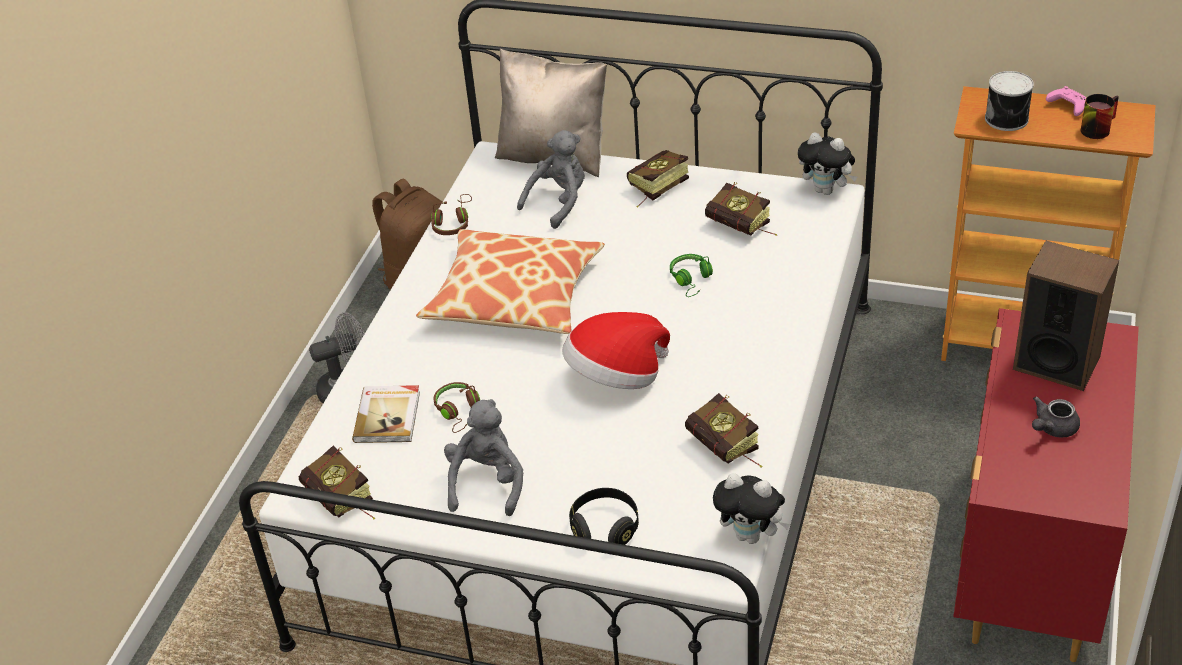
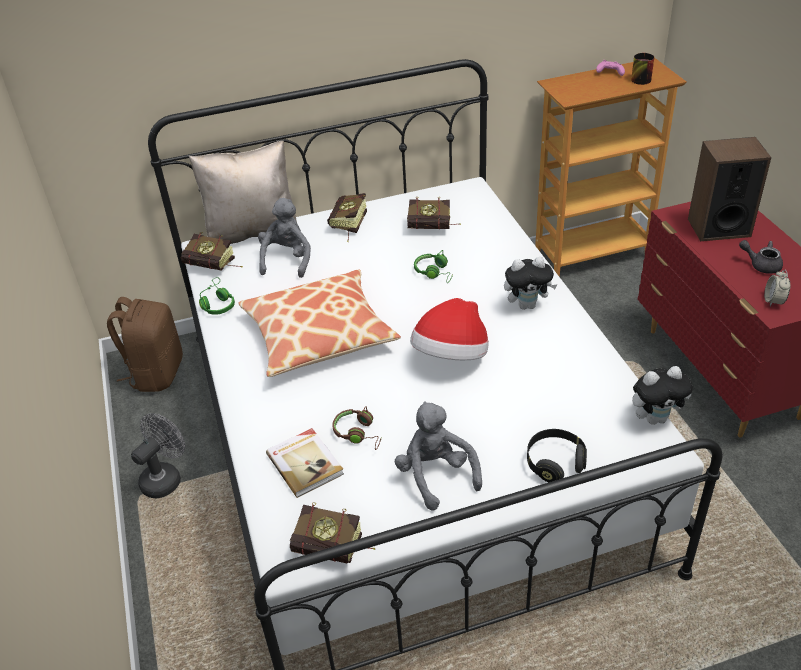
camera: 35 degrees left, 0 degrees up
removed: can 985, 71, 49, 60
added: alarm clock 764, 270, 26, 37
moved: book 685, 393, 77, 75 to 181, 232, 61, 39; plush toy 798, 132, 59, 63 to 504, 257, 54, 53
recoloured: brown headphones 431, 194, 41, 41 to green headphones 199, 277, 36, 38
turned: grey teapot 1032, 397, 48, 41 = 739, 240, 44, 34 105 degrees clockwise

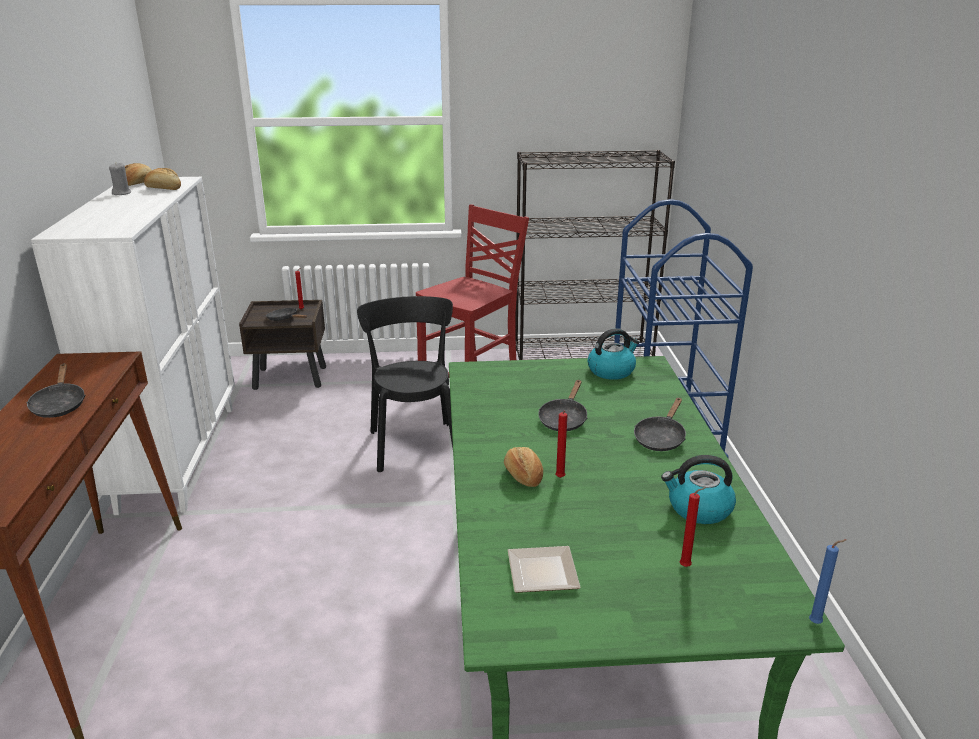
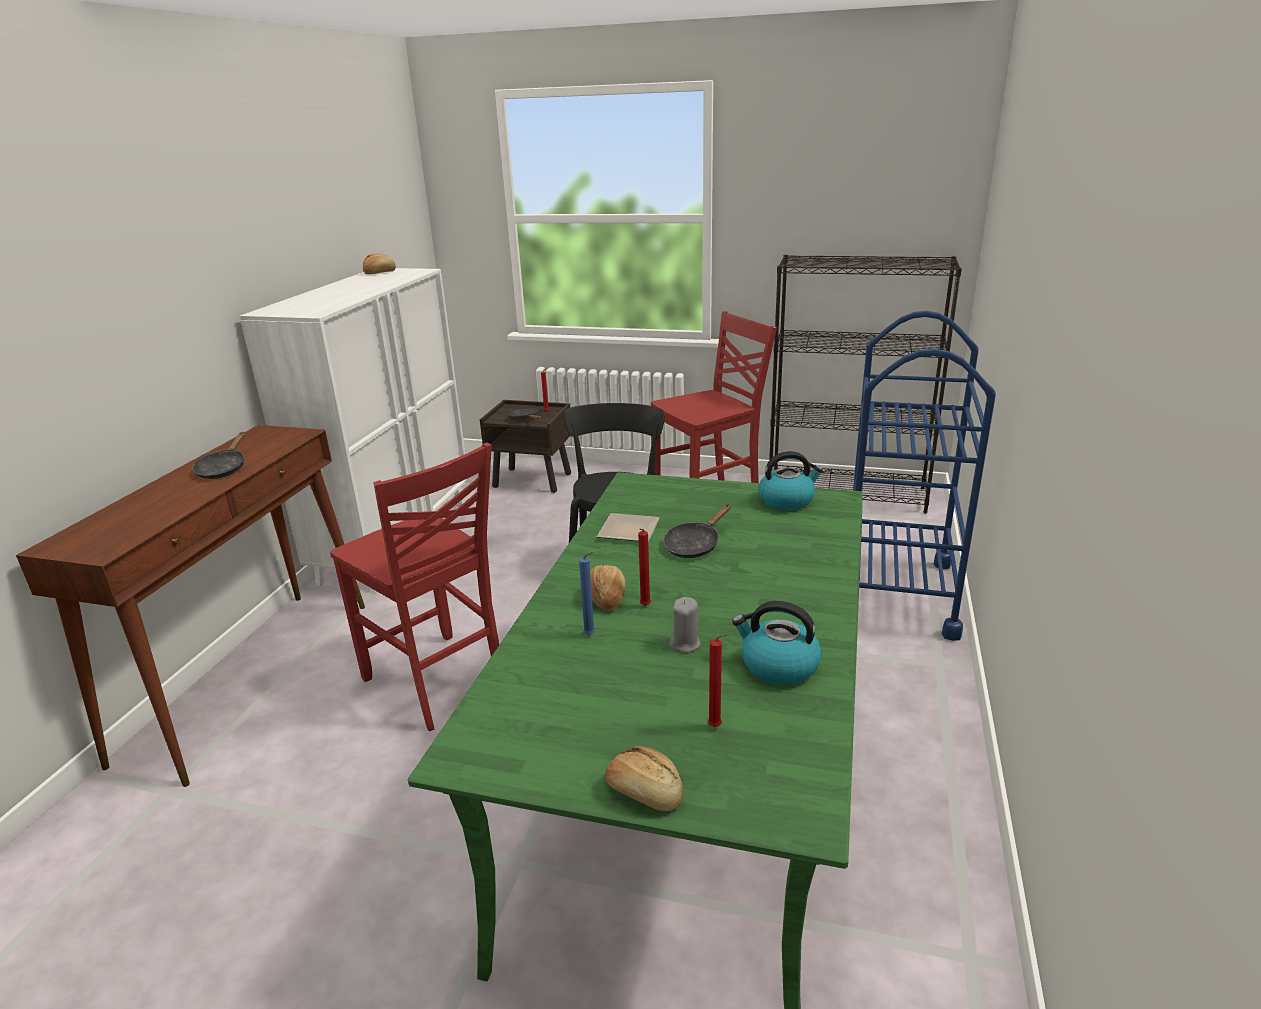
camera: 20 degrees right, 0 degrees up
removed: black frying pan 634, 397, 52, 54
added: red chair 330, 442, 169, 289
moved: grey candle 109, 163, 22, 32 to 669, 597, 32, 56; bread 144, 168, 37, 22 to 605, 746, 78, 65; plate 508, 546, 73, 47 to 597, 513, 63, 29; blue candle 809, 539, 38, 85 to 579, 552, 16, 83

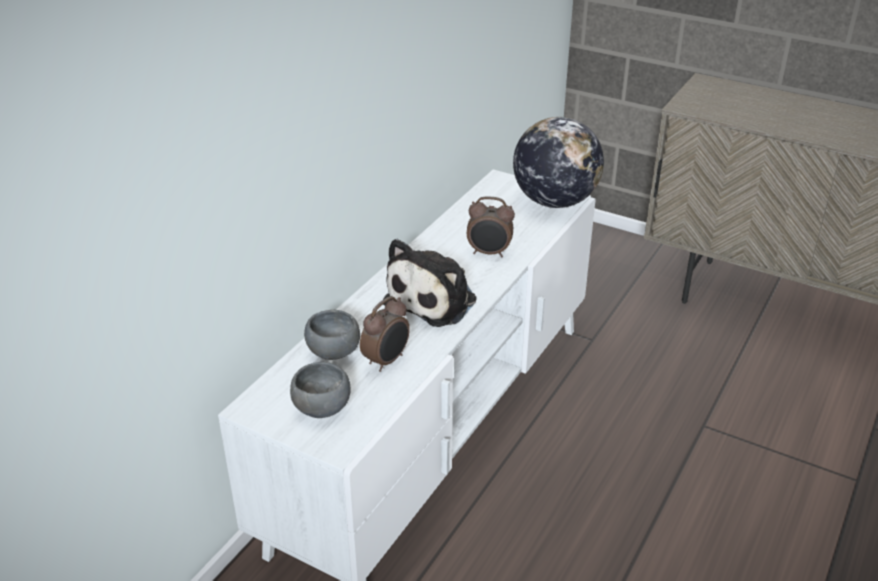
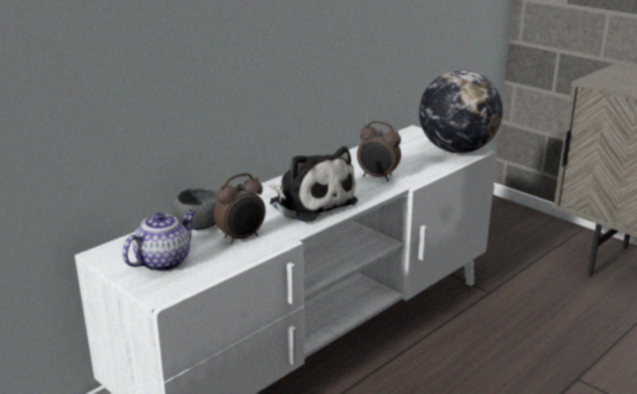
camera: 15 degrees right, 10 degrees down
replaced: grey bowl 290, 362, 61, 56 to teapot 122, 210, 74, 62
turned: plush toy 383, 239, 94, 88 = 269, 147, 89, 75 90 degrees counterclockwise

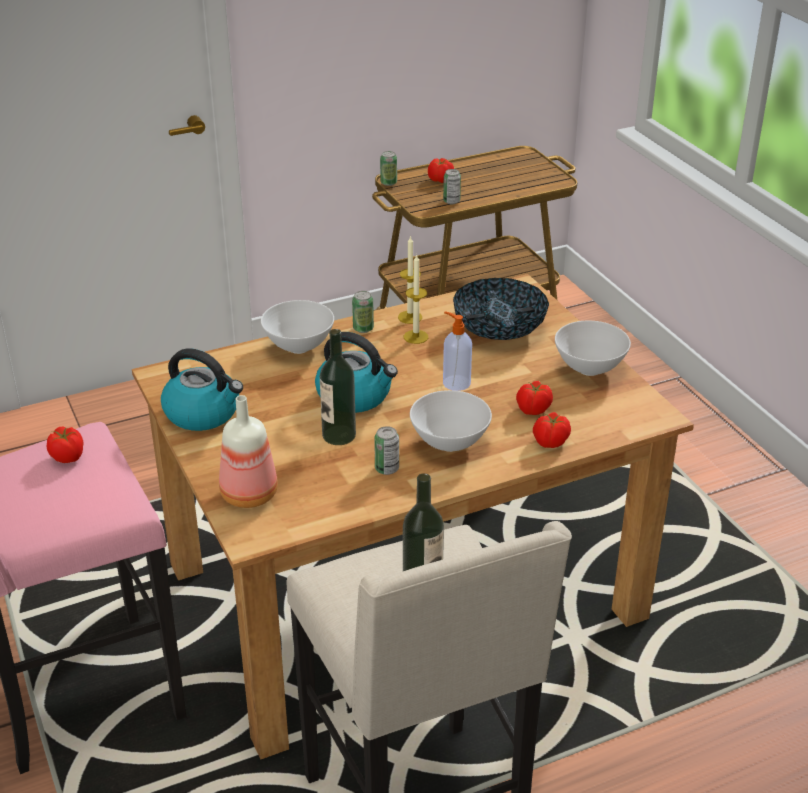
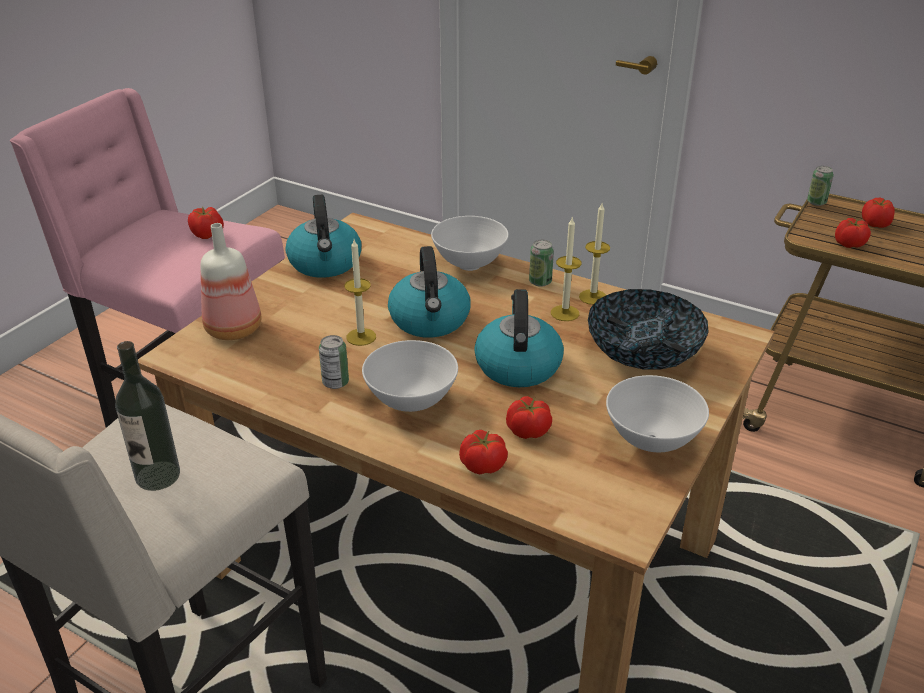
camera: 55 degrees right, 0 degrees up
replaced: bottle 320, 329, 36, 116 to candle 344, 239, 32, 107; can 443, 169, 18, 35 to tomato 835, 218, 36, 30; soap dispenser 443, 311, 29, 80 to kettle 474, 289, 90, 98

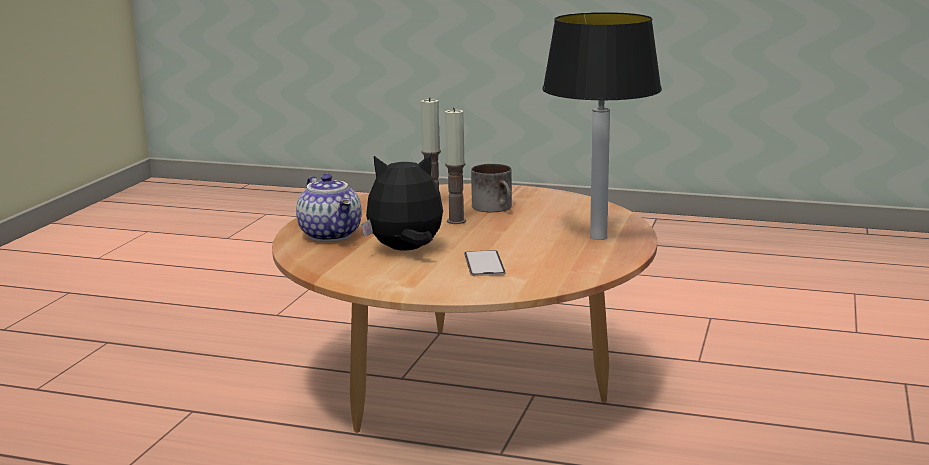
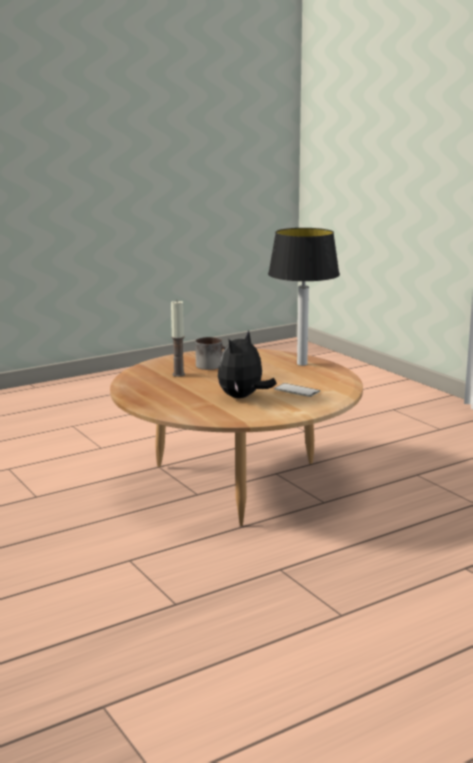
camera: 50 degrees left, 0 degrees up
removed: teapot 296, 174, 66, 68; candle 445, 108, 21, 116

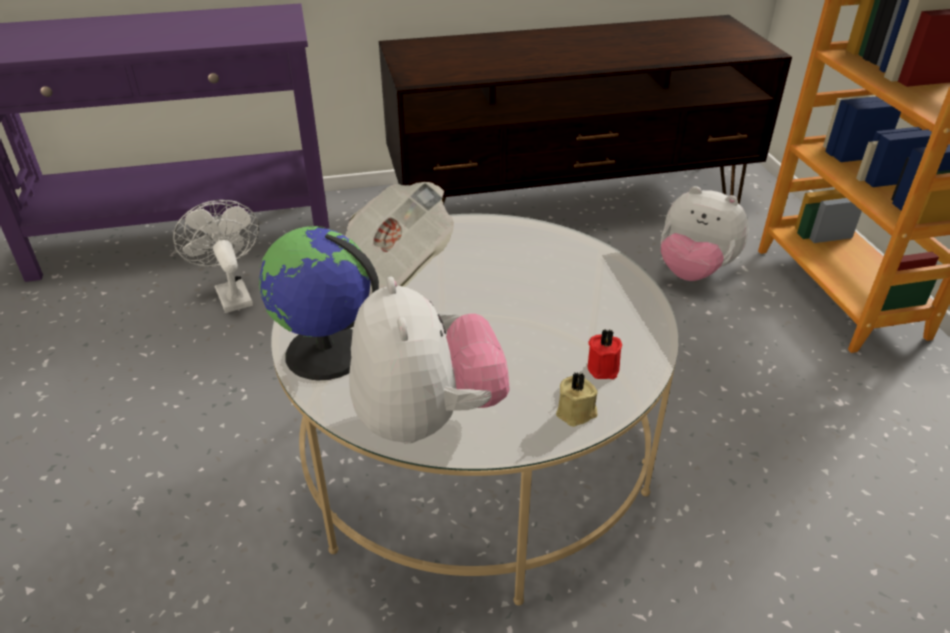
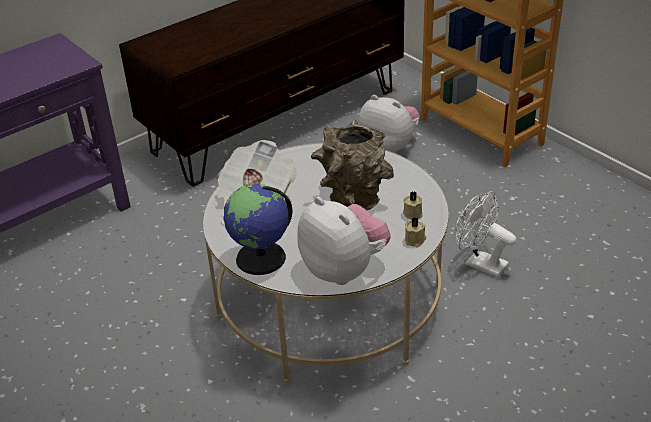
camera: 25 degrees left, 0 degrees up
added: brown vase 311, 119, 83, 91
moved: white fan 173, 200, 86, 113 to 455, 191, 62, 87
recoloured: red candle 588, 328, 34, 51 to beige candle 403, 191, 20, 29
turned: plush toy 661, 186, 88, 95 = 359, 95, 61, 58 150 degrees counterclockwise

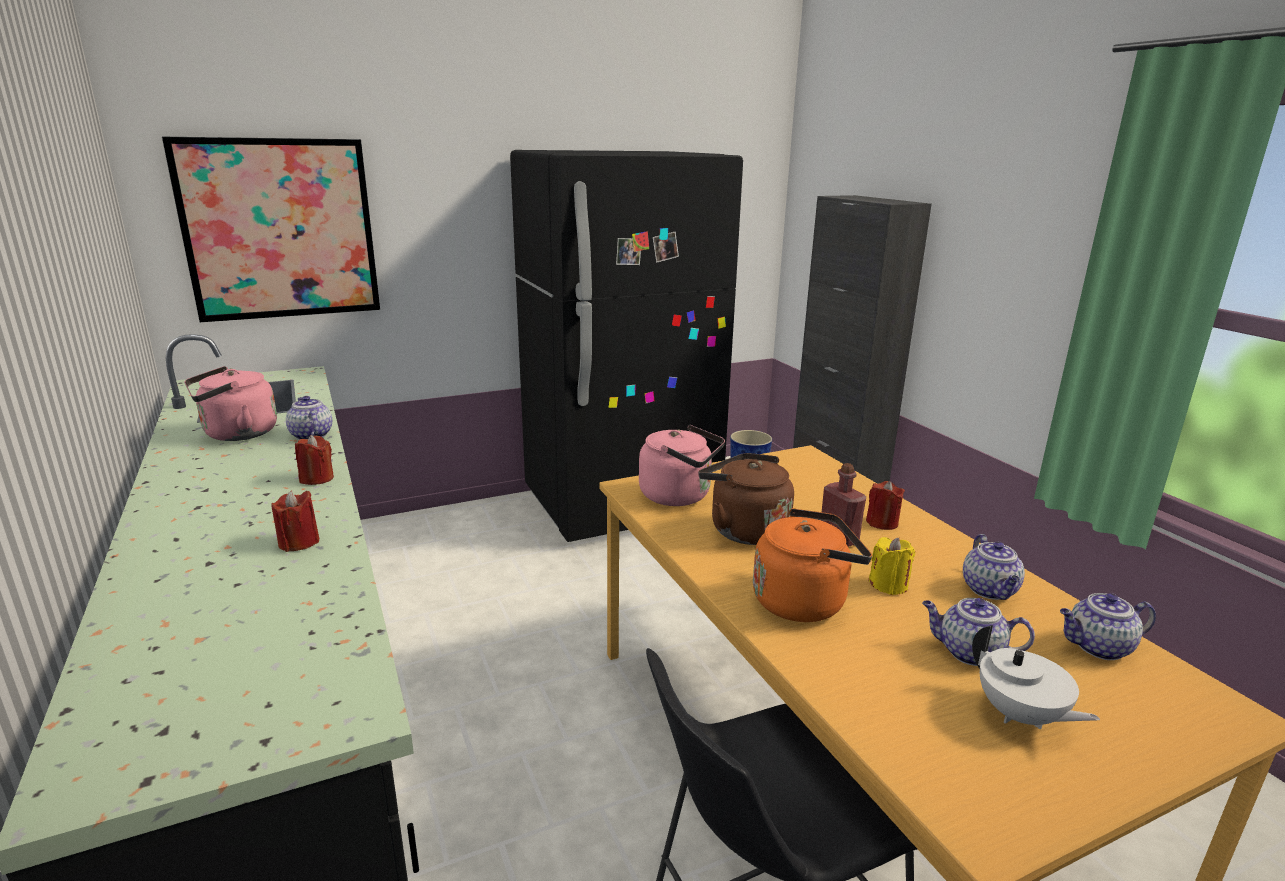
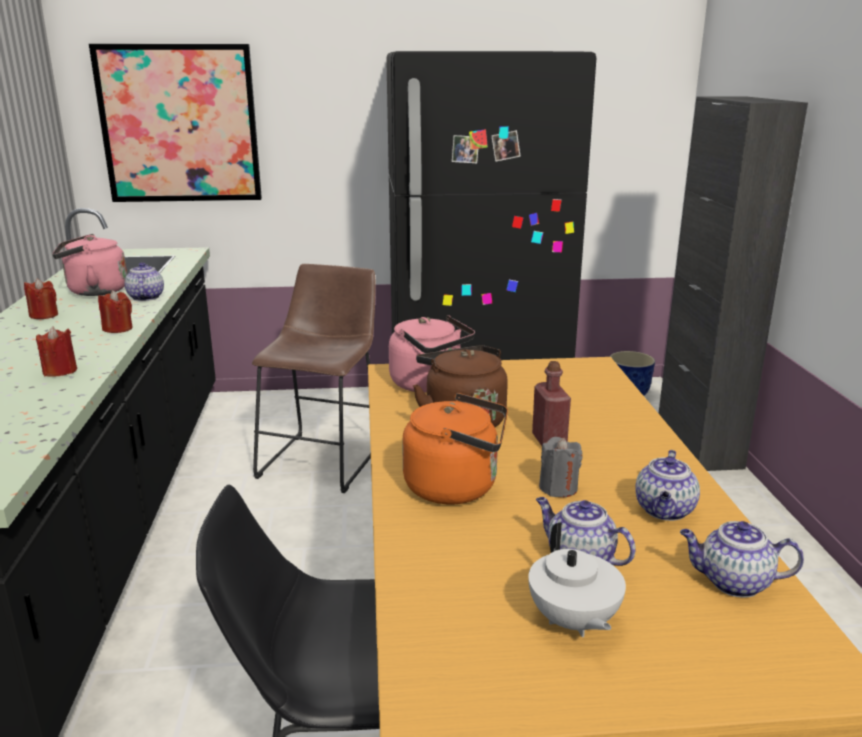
camera: 20 degrees right, 0 degrees up
added: brown stool 252, 264, 124, 229
moved: red candle 866, 481, 39, 49 to 24, 279, 34, 40
recoloured: yellow candle 869, 537, 46, 58 to grey candle 539, 437, 43, 60

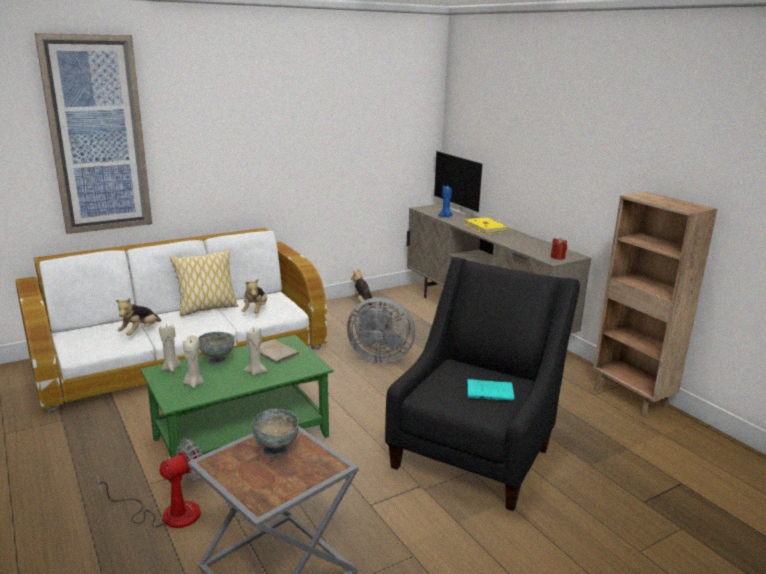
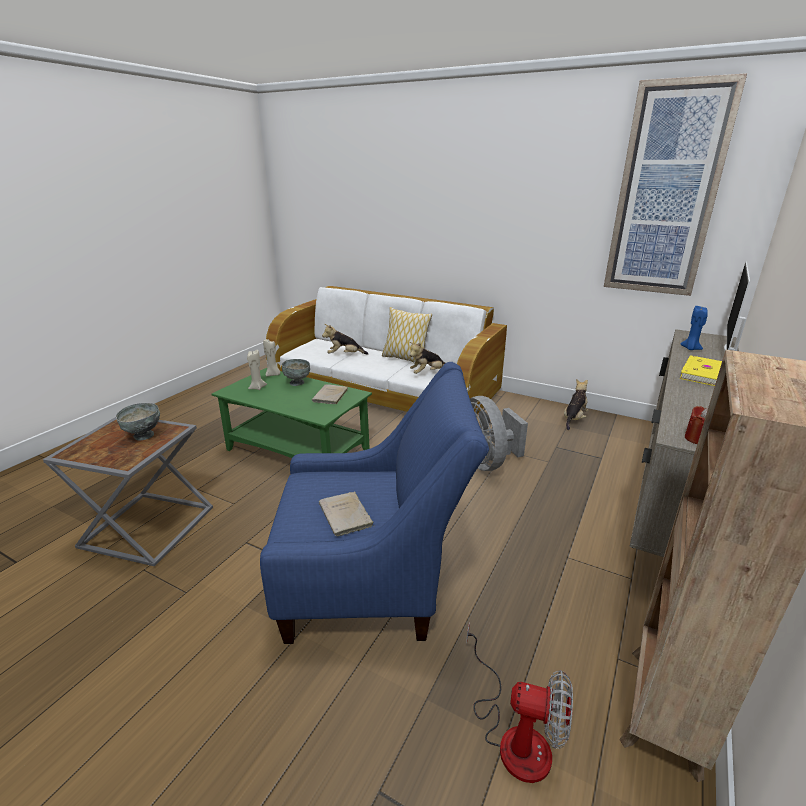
camera: 60 degrees right, 5 degrees up
removed: beige candle 244, 327, 23, 49
moved: picture 35, 33, 117, 201 to 604, 73, 143, 223; fan 96, 438, 106, 90 to 466, 622, 107, 161
recoloured: black armchair 385, 257, 195, 254 to blue armchair 260, 362, 229, 282; turquoise book 467, 379, 47, 22 to beige book 319, 492, 55, 44

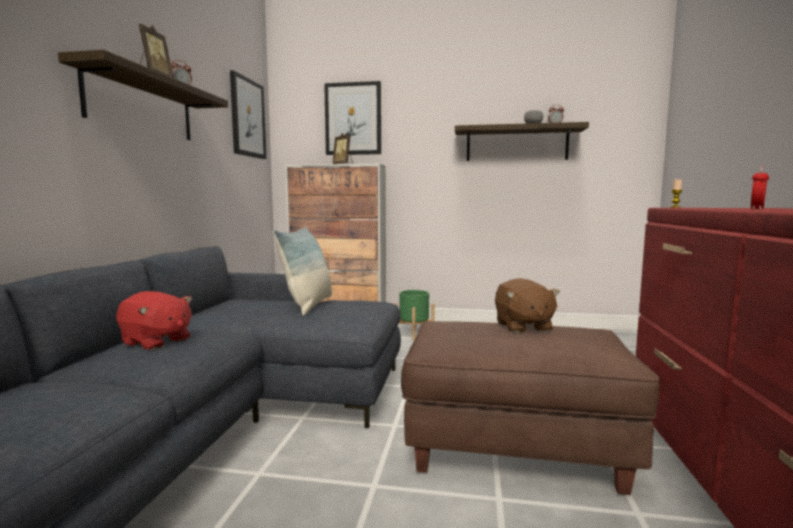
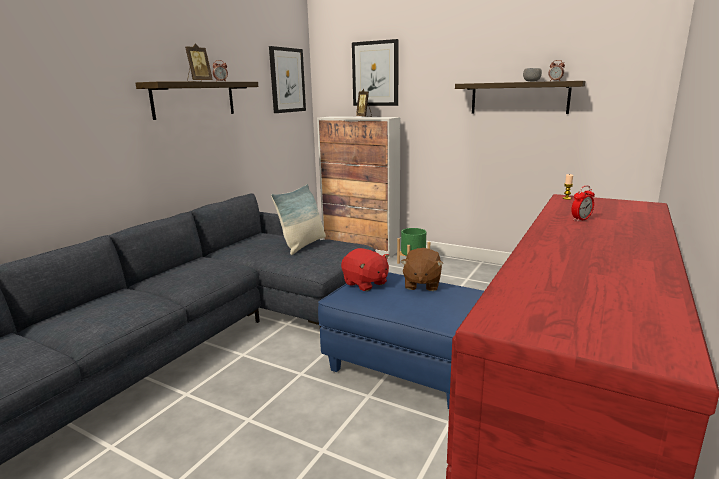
camera: 20 degrees right, 10 degrees up
moved: red plush toy 116, 291, 76, 59 to 341, 248, 48, 43
recoloured: brown ottoman 401, 321, 259, 174 to blue ottoman 318, 272, 166, 137

